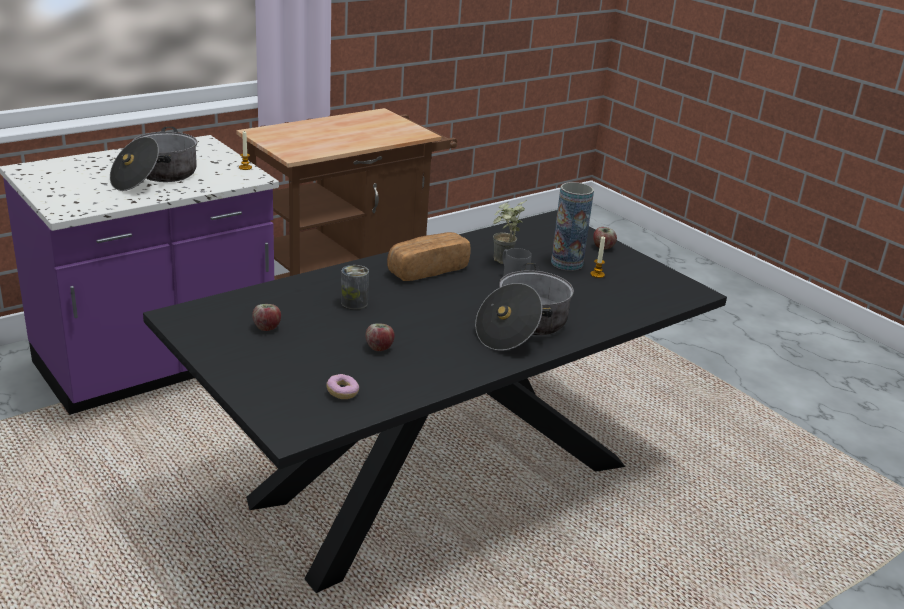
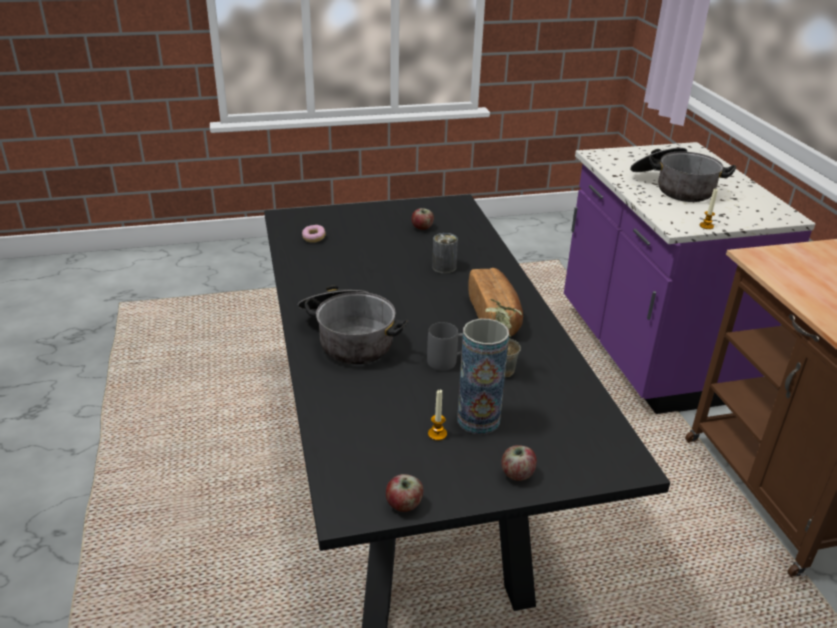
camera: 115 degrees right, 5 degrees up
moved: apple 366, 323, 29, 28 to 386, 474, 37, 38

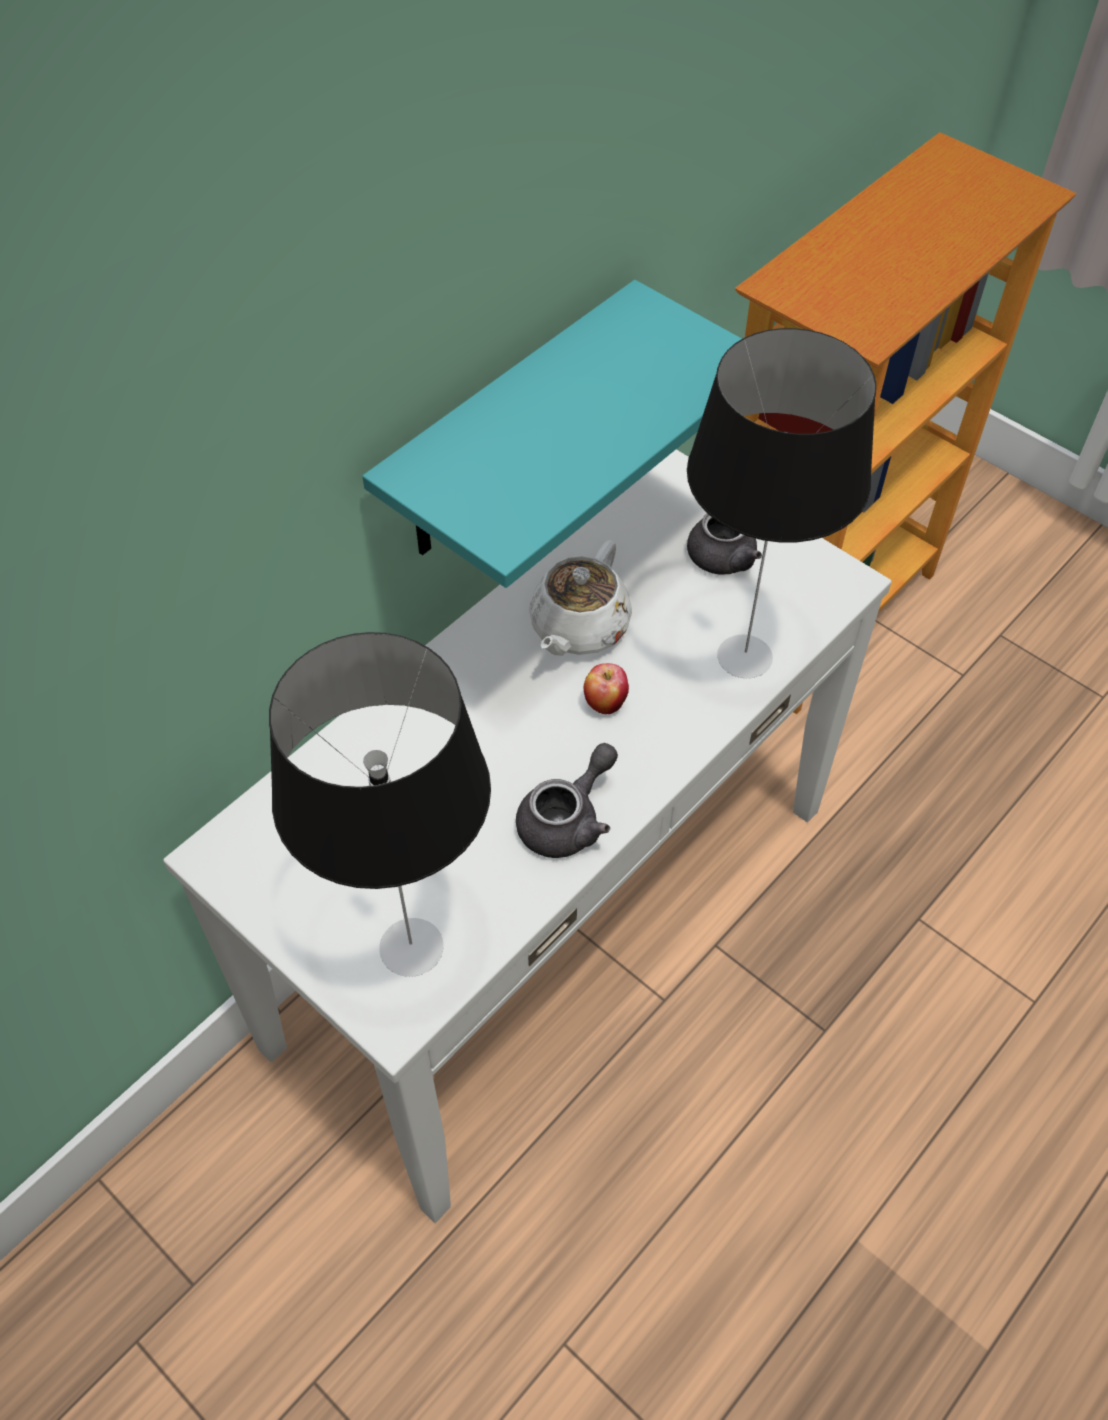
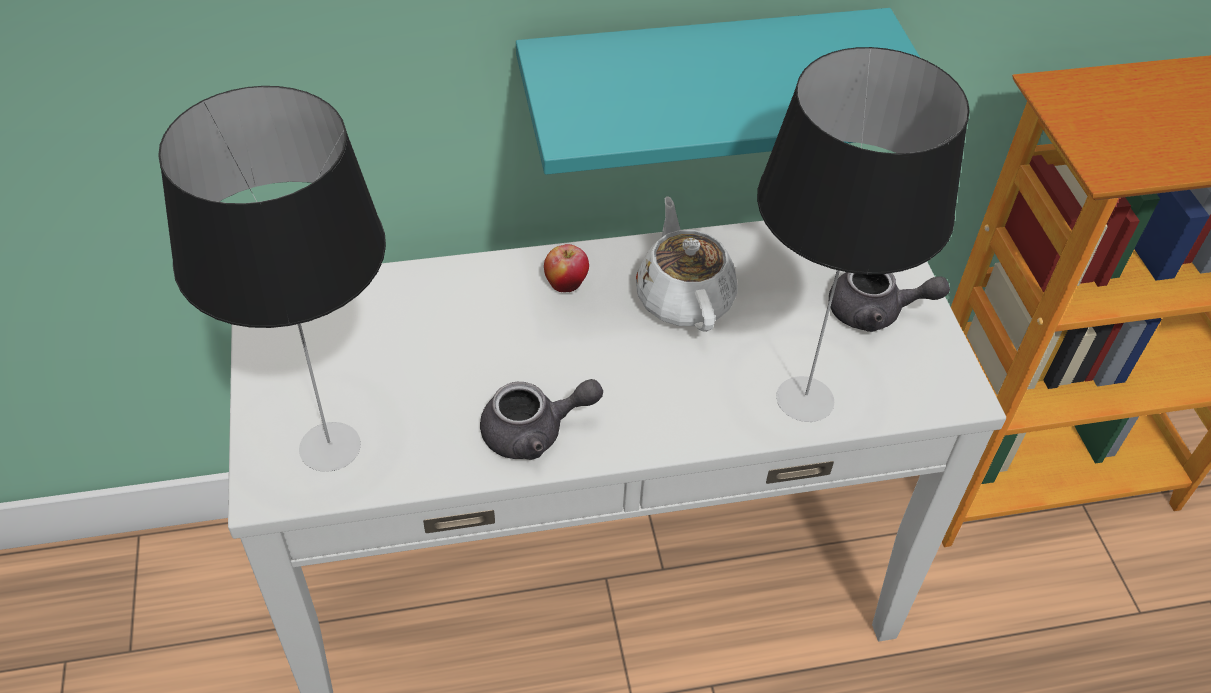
camera: 35 degrees right, 5 degrees down
moved: apple 584, 663, 45, 51 to 544, 244, 45, 48
turned: white teapot 529, 540, 103, 116 = 636, 196, 102, 136 105 degrees clockwise

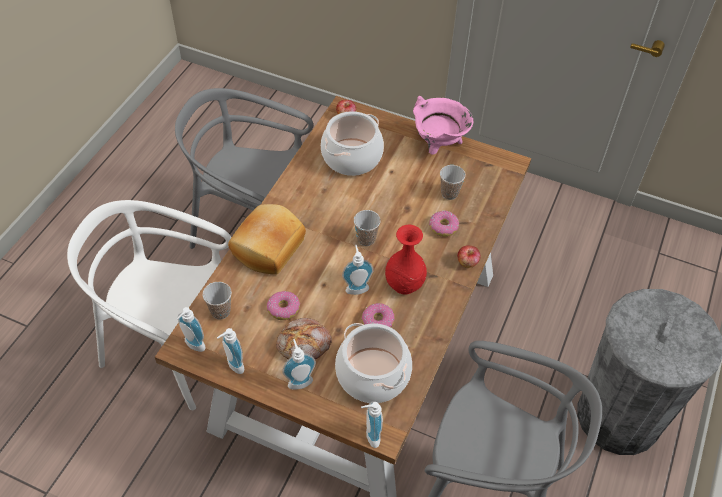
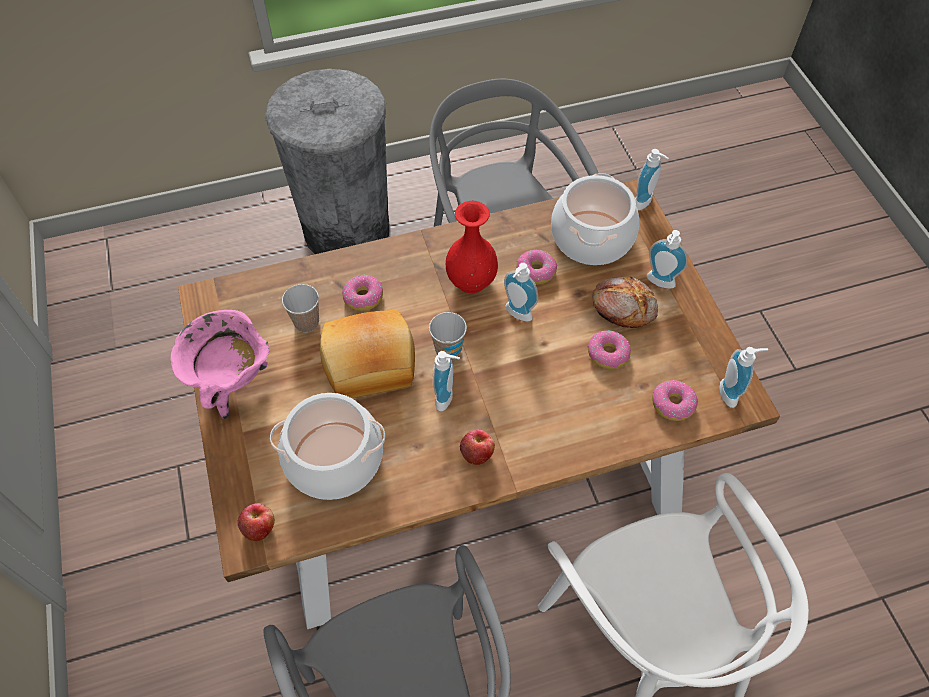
camera: 130 degrees left, 5 degrees up
moved: soap dispenser 217, 328, 27, 46 to 433, 351, 27, 60; bread 228, 204, 78, 71 to 320, 310, 95, 88; apple 457, 245, 24, 23 to 460, 429, 35, 36
replaced: cup 203, 282, 29, 38 to donut 652, 380, 46, 41

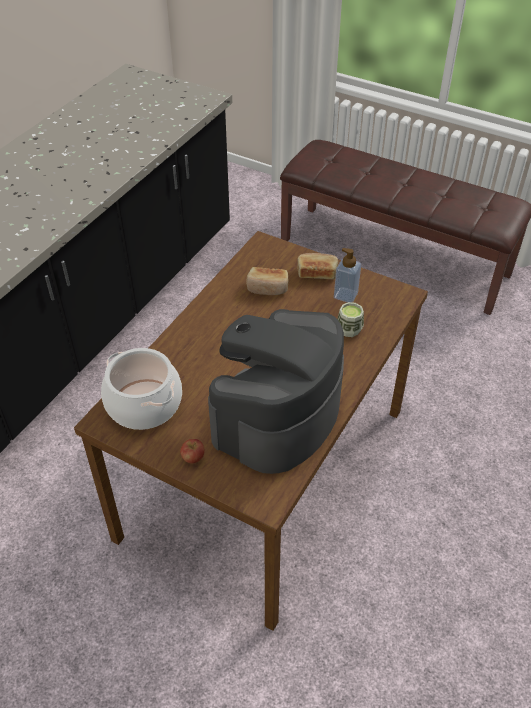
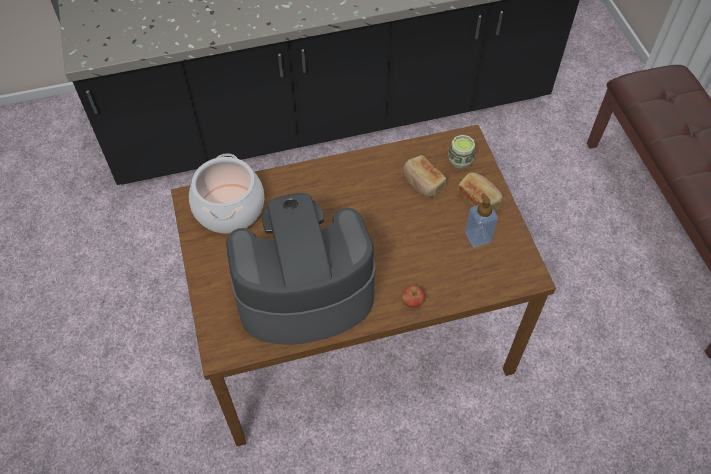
camera: 45 degrees right, 10 degrees up
moved: apple 180, 439, 25, 24 to 402, 285, 23, 23; cup 337, 302, 27, 35 to 448, 135, 27, 34

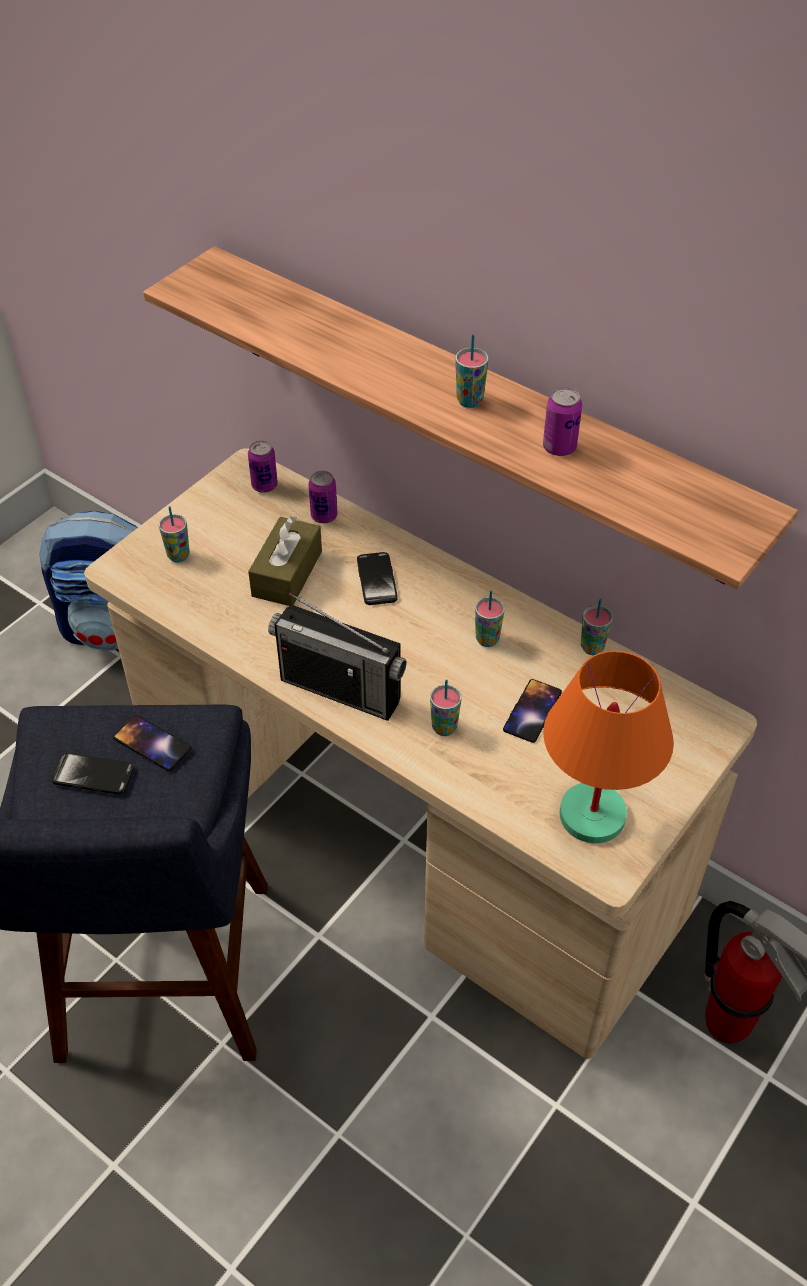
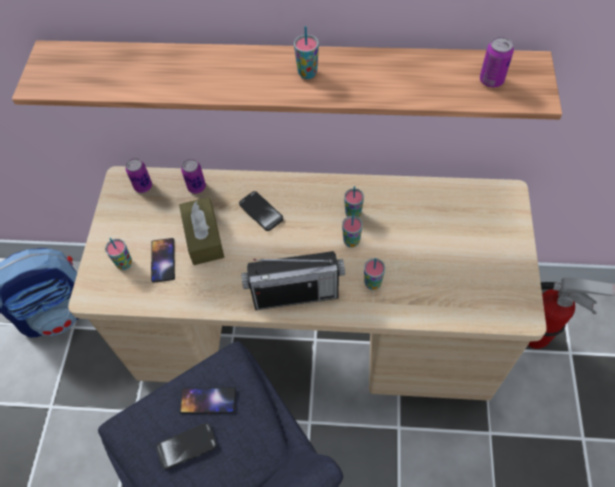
camera: 30 degrees left, 10 degrees up
removed: orange table lamp 543, 651, 131, 192
moved: phone 503, 679, 59, 64 to 151, 238, 24, 45; can 543, 387, 39, 69 to 480, 37, 34, 51; cup 581, 599, 32, 56 to 342, 214, 21, 34

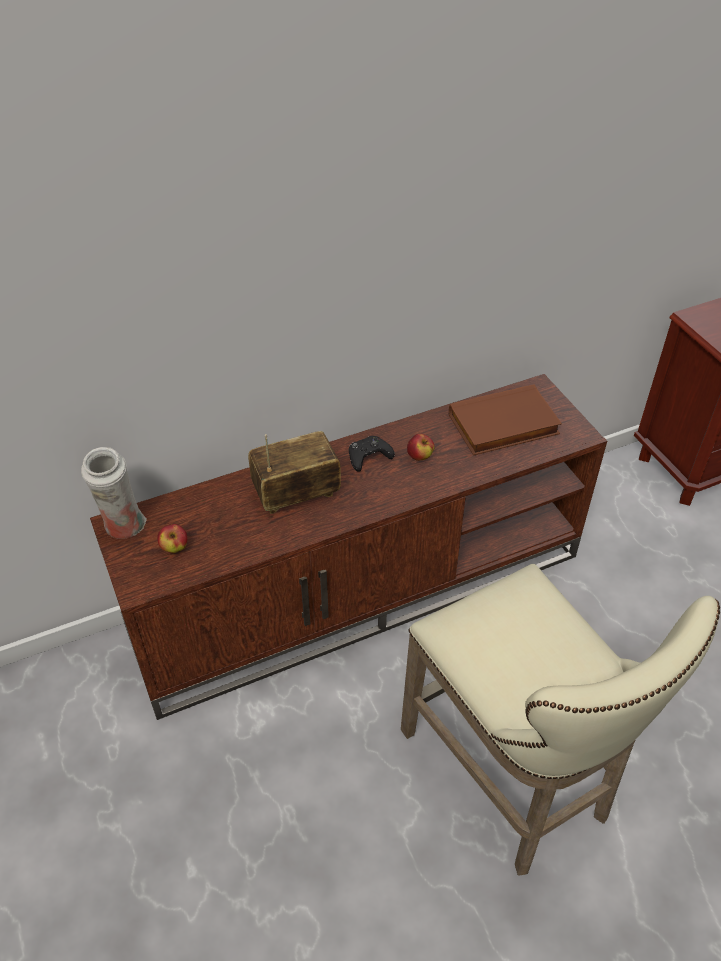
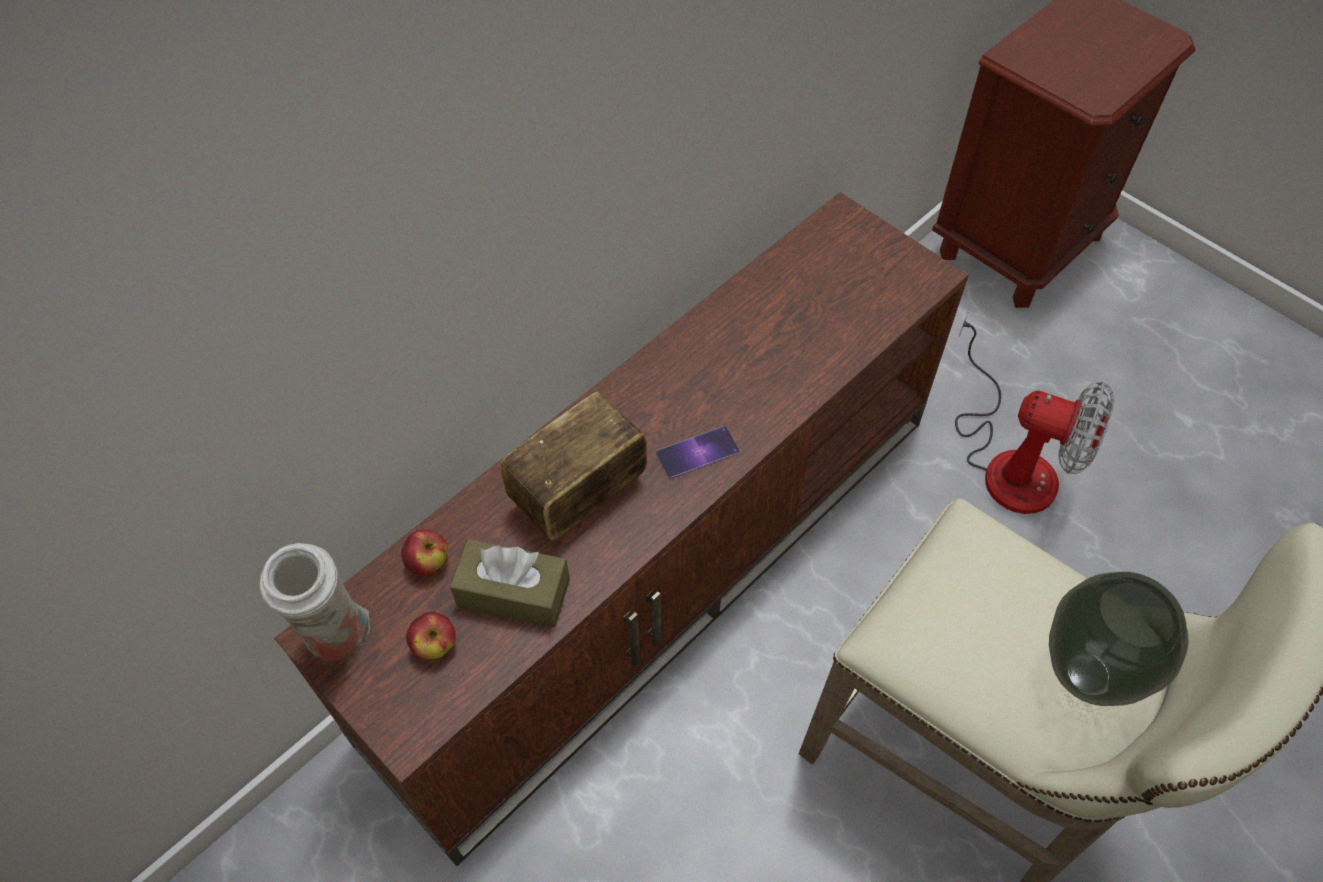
camera: 20 degrees left, 10 degrees up
removed: black game controller 349, 436, 46, 36; brown book 449, 385, 113, 71
added: brown tissue box 450, 539, 120, 88; phone 656, 426, 83, 53; fan 955, 307, 159, 207; vase 1049, 572, 140, 134
moved: apple 407, 434, 28, 27 to 401, 530, 47, 45

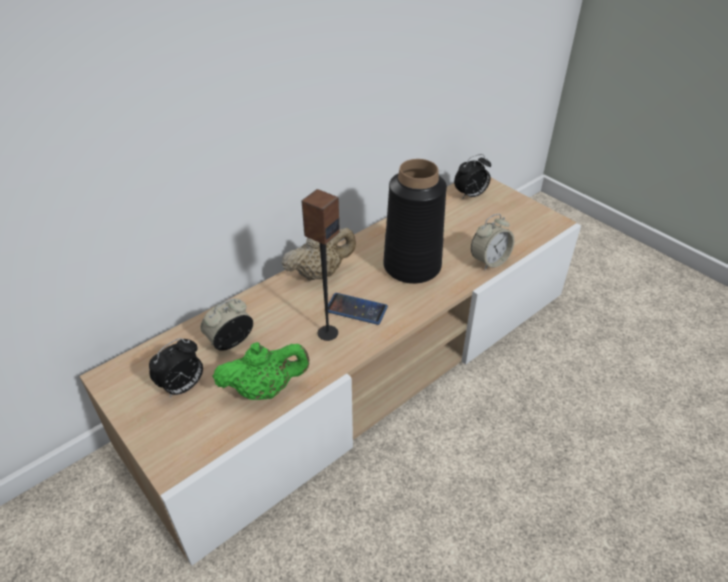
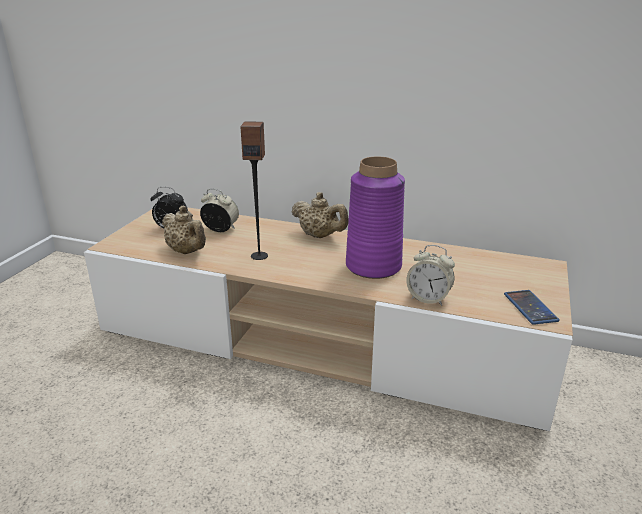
camera: 60 degrees right, 15 degrees down
removed: alarm clock 454, 154, 37, 45
moved: phone 328, 293, 60, 32 to 504, 290, 56, 35
recoloured: green teapot 213, 342, 96, 58 to beige teapot 162, 206, 44, 48; black vase 383, 159, 64, 125 to purple vase 346, 156, 59, 123

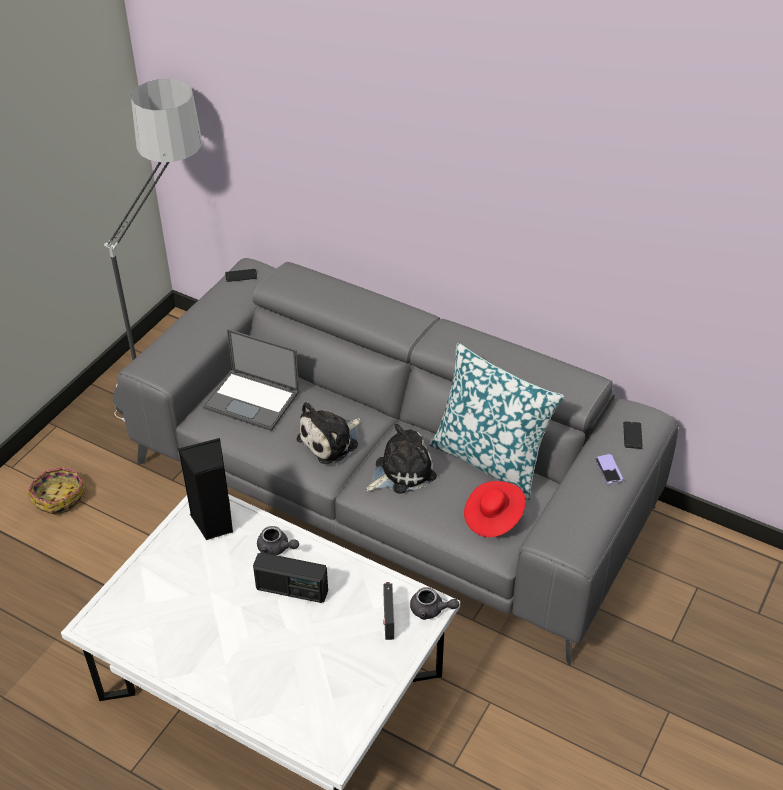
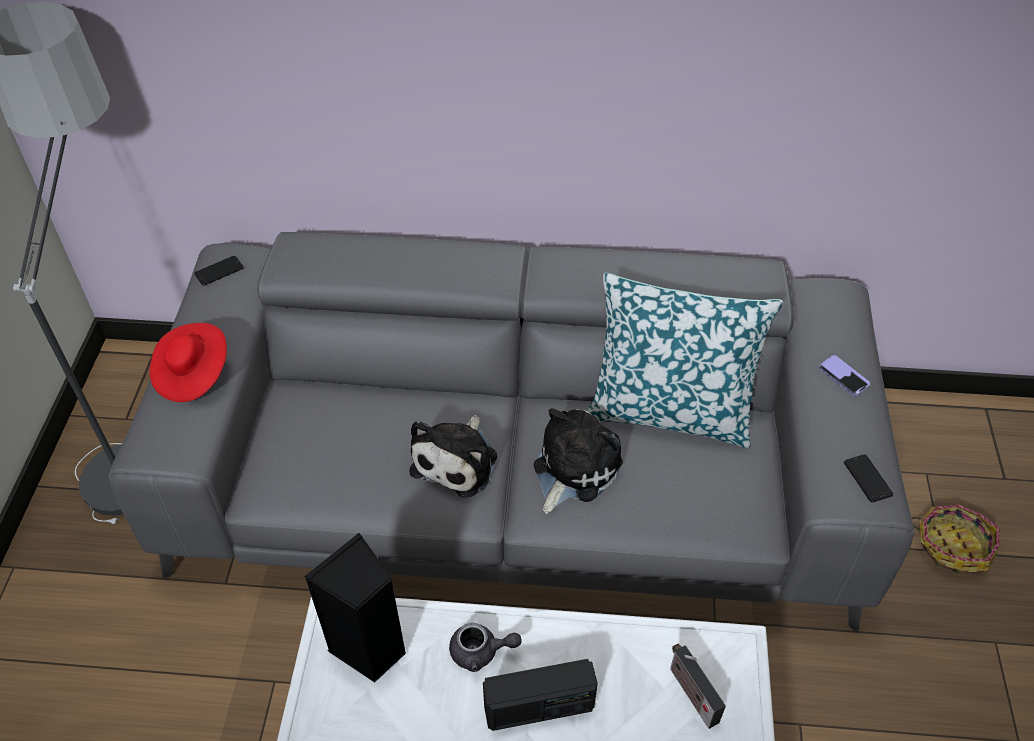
camera: 25 degrees left, 5 degrees up
removed: laptop 203, 329, 97, 102; grey teapot 410, 587, 49, 33
moved: basket 28, 467, 58, 47 to 912, 505, 88, 68; red hat 464, 481, 62, 56 to 150, 323, 77, 79; phone 623, 421, 20, 28 to 844, 454, 49, 49

